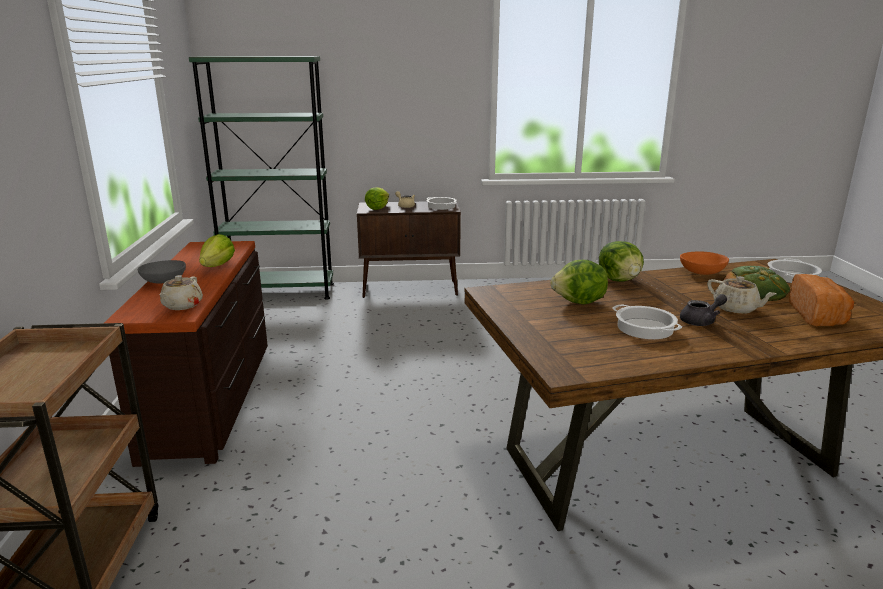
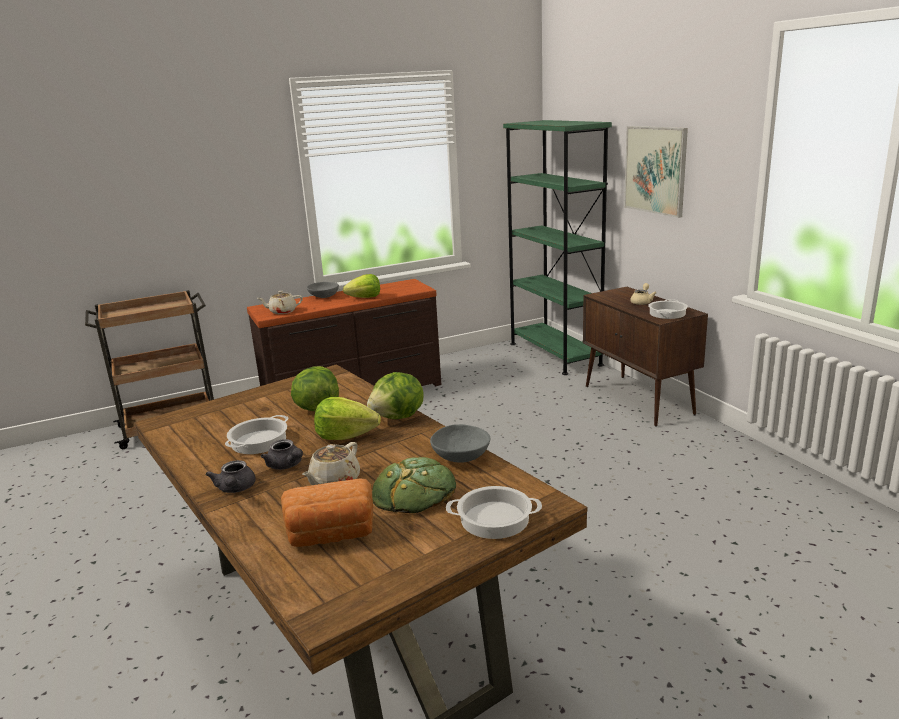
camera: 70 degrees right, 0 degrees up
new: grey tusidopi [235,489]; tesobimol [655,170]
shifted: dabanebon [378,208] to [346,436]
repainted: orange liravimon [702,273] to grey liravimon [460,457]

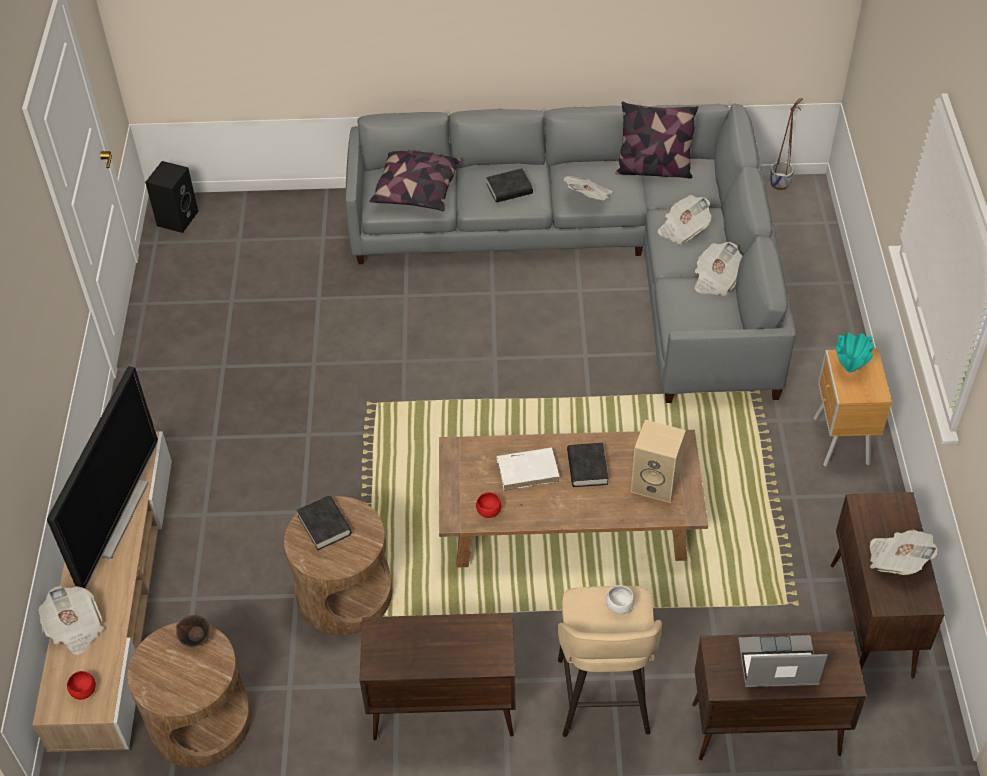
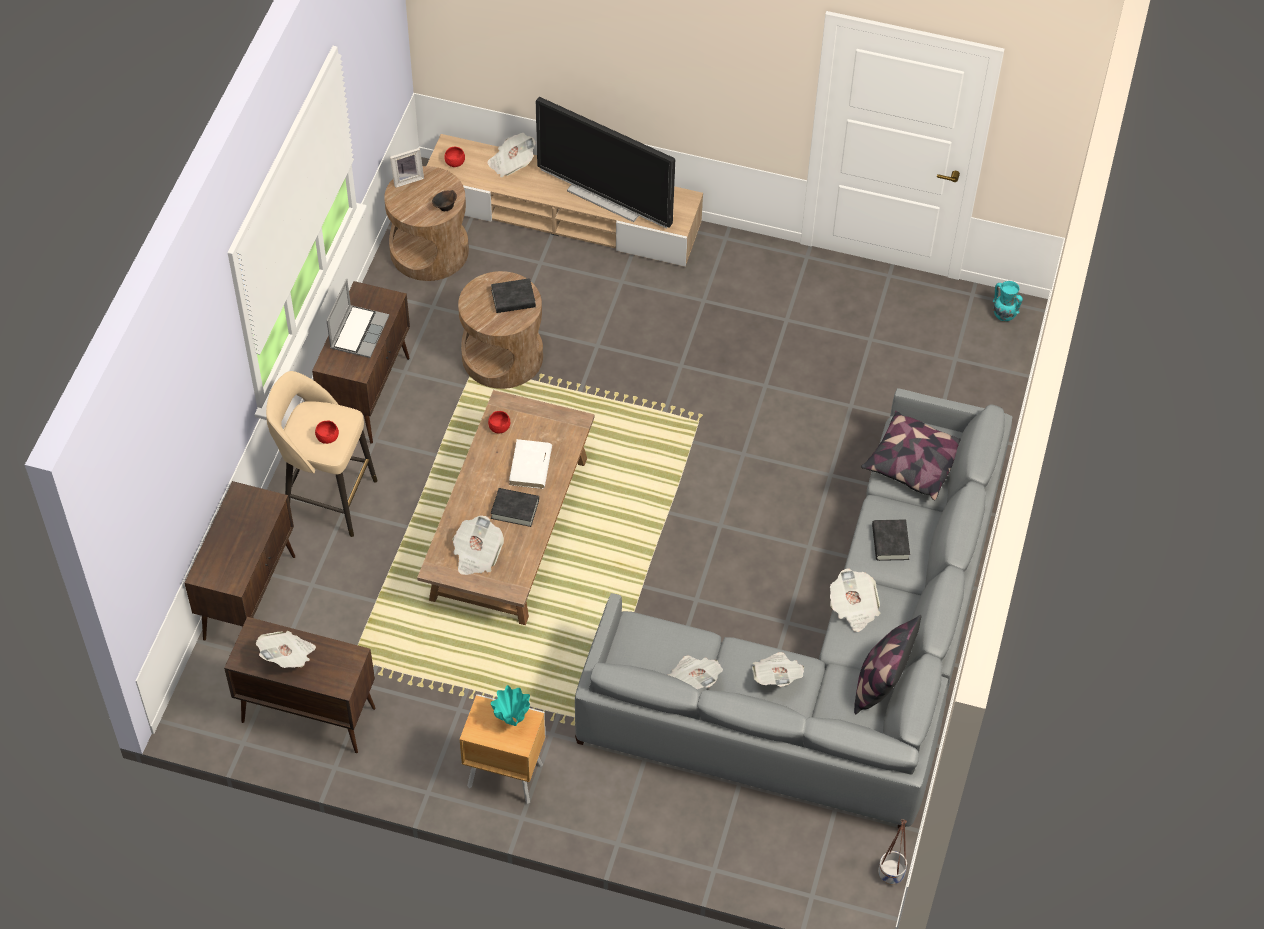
camera: 105 degrees right, 5 degrees up
new: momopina [407,178]
shifted: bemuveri [776,664] to [359,332]
swapped: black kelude [177,218] to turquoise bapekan [1003,316]; beige kelude [656,483] to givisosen [476,555]
repainted: white liravimon [619,606] to red liravimon [327,438]

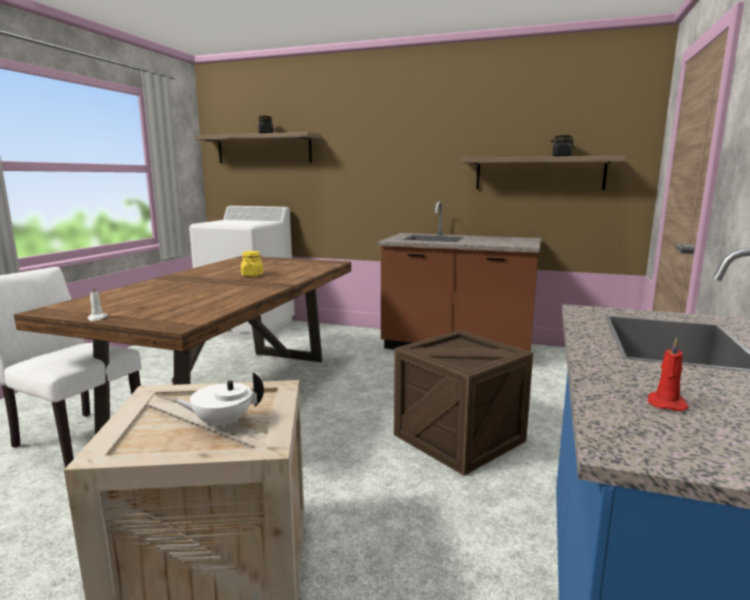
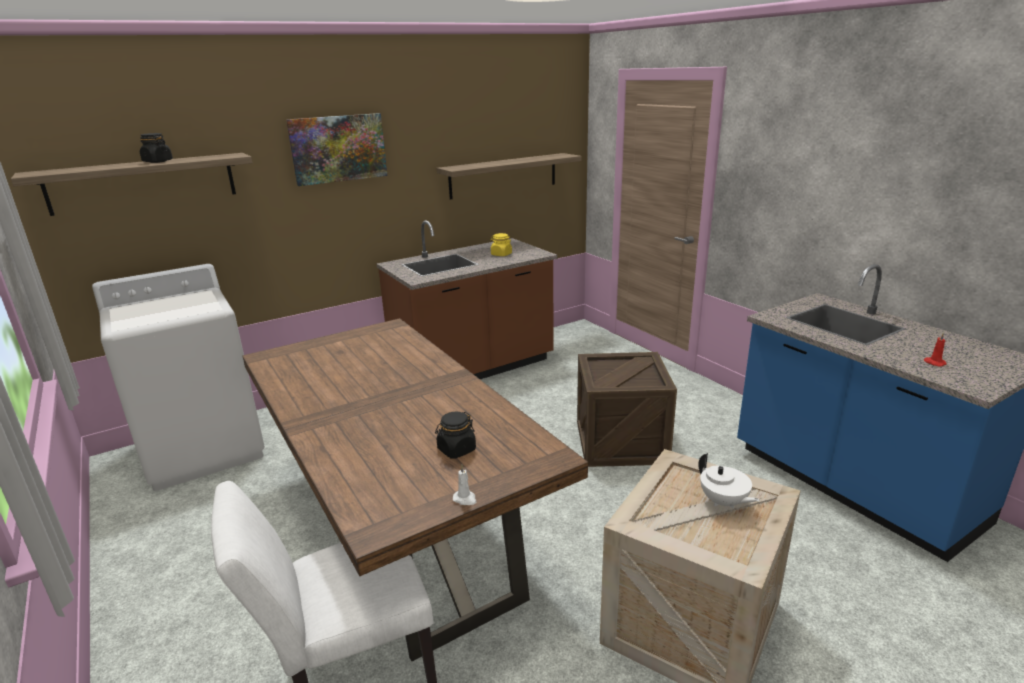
camera: 50 degrees left, 10 degrees up
new: tesobimol [338,148]
shifted: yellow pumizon [252,275] to [501,254]; black pumizon [561,156] to [456,450]
rotated: white tusidopi [222,423] = [723,502] 60 degrees counterclockwise

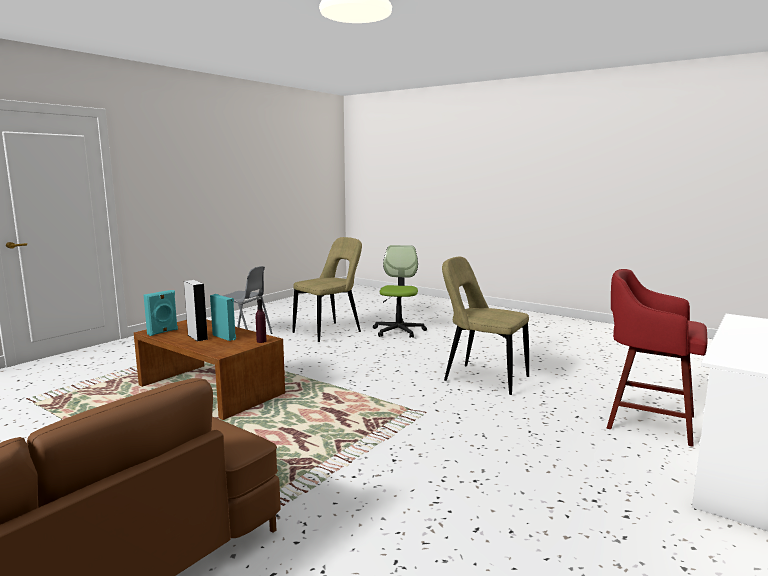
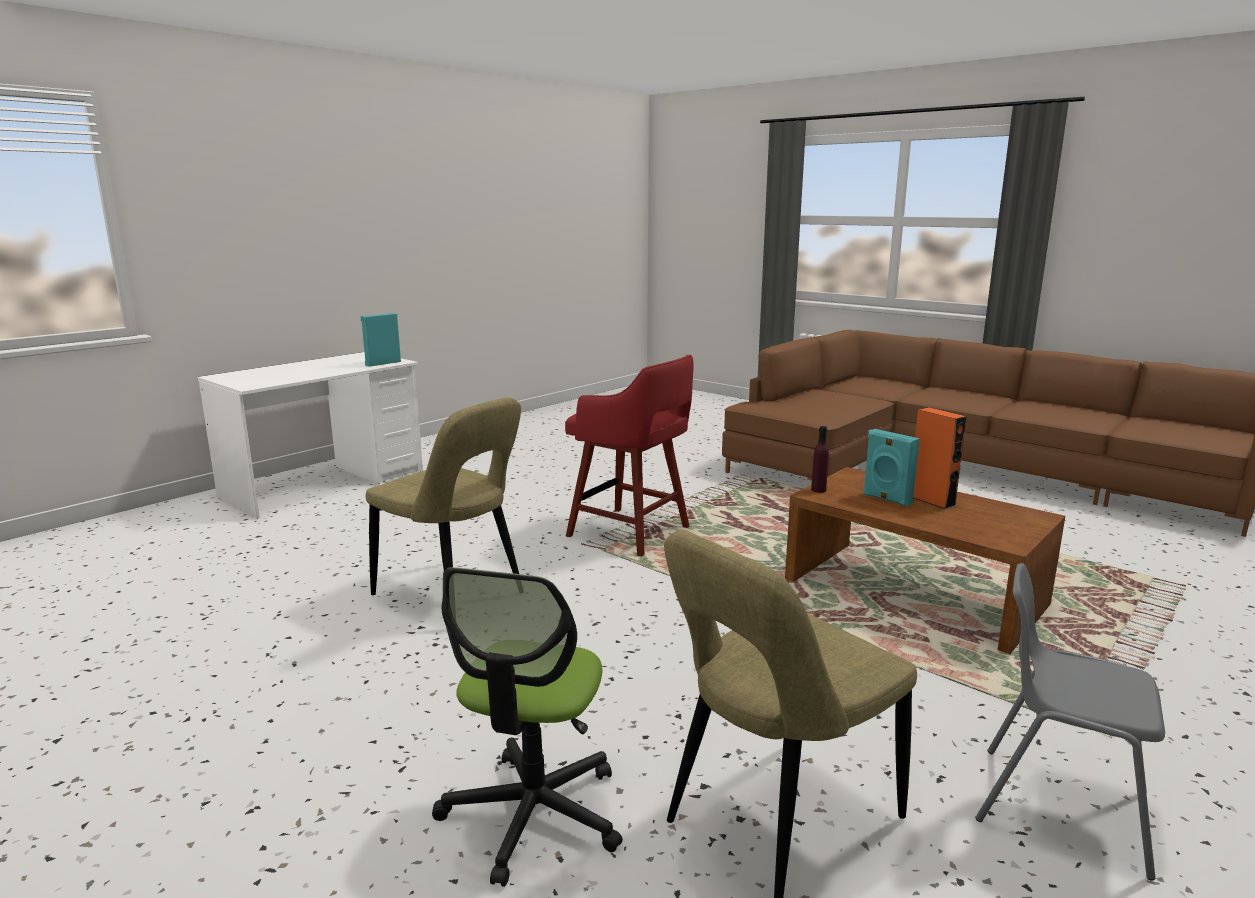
camera: 175 degrees left, 5 degrees up
shifted: turquoise kelude [163,332] to [382,363]; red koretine [647,421] to [632,533]
repainted: grey kelude [197,337] to orange kelude [931,500]

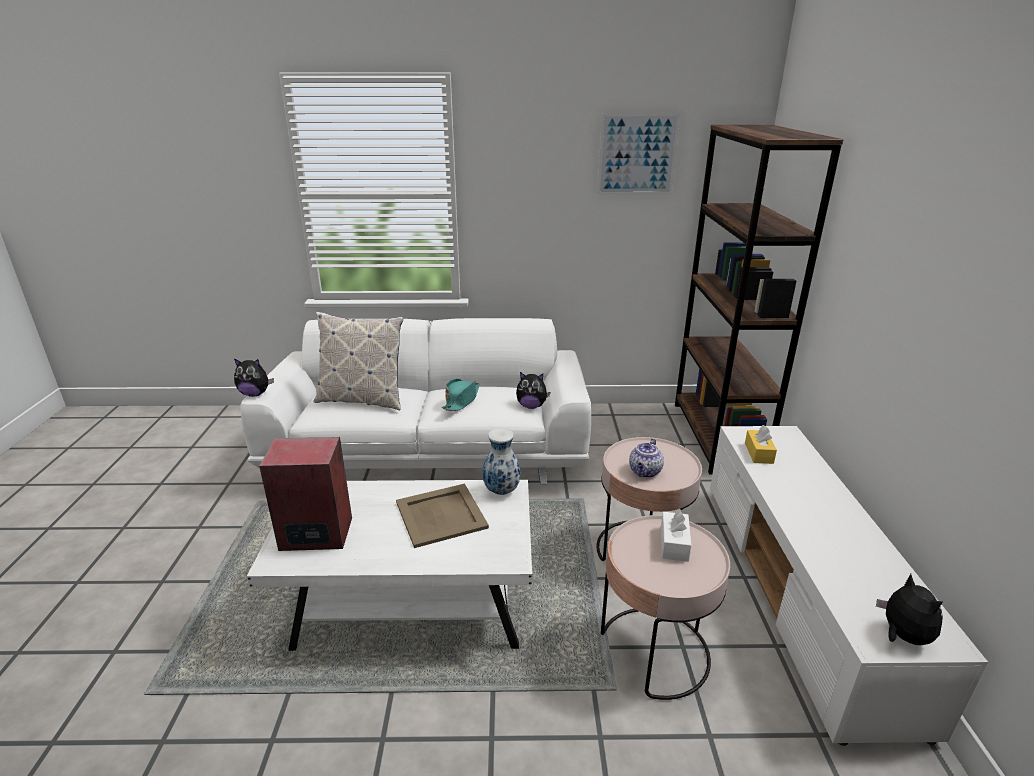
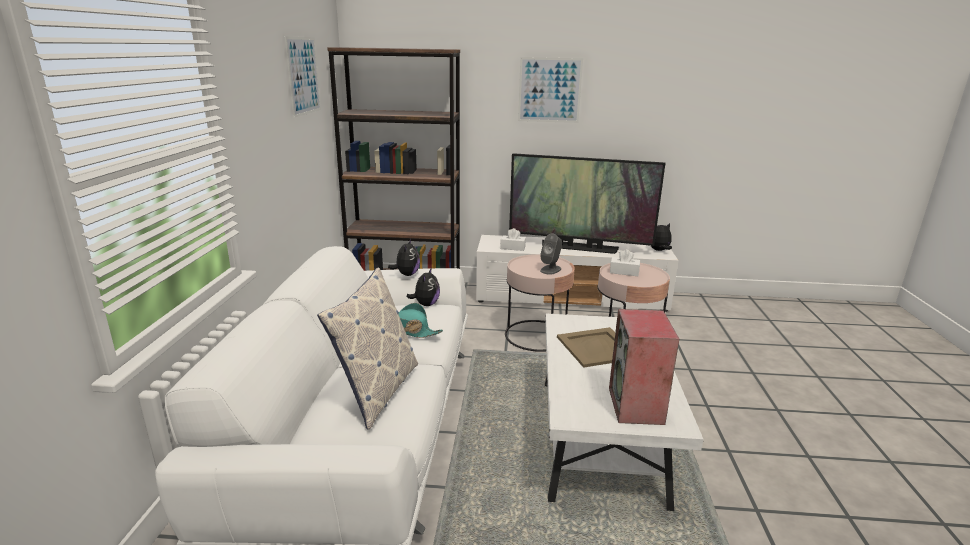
camera: 85 degrees left, 5 degrees down
gone: bapekan [502,491]
new: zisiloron [579,247]; tesobimol [549,90]
shifted: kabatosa [255,394] to [406,274]
swapped: tusidopi [645,472] to grey kelude [550,269]
repainted: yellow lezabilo [758,453] to white lezabilo [512,248]

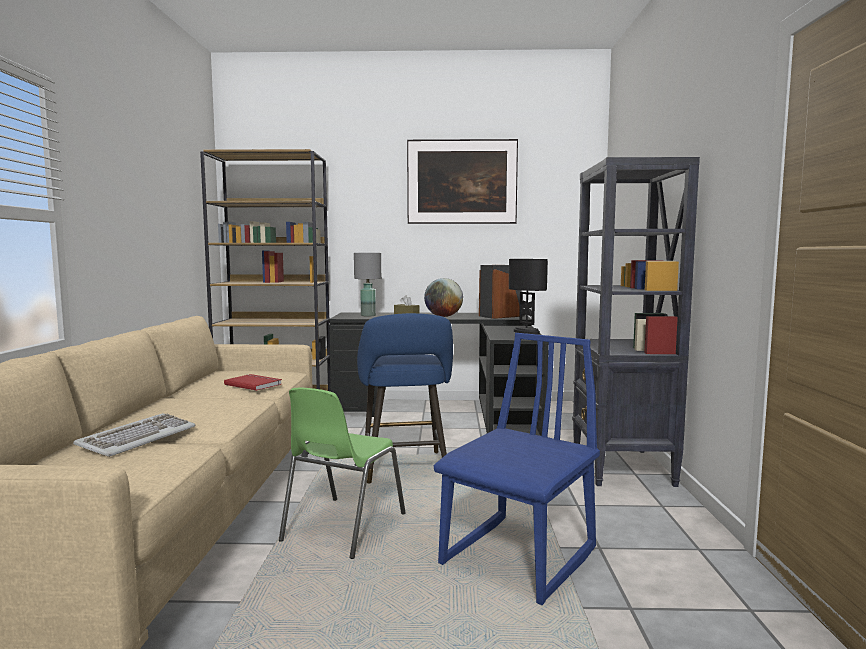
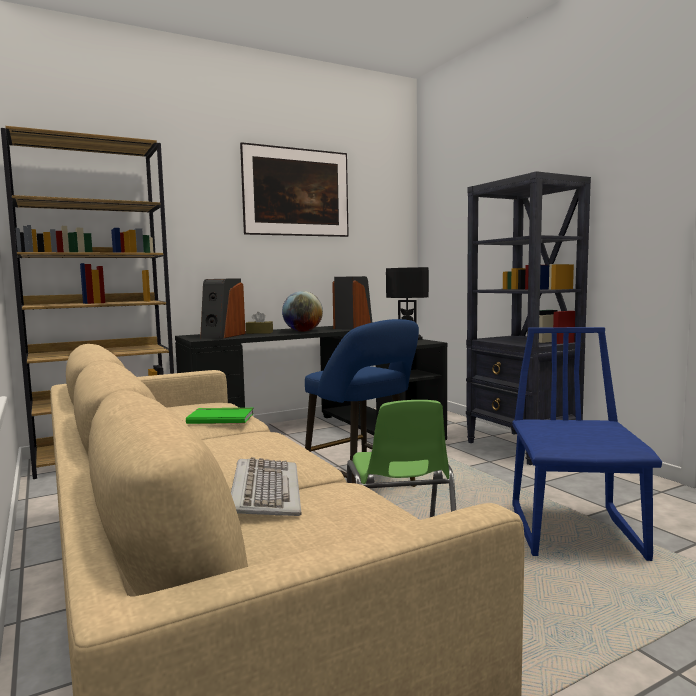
camera: 30 degrees left, 0 degrees up
swapped: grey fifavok [368,315] to kelude [222,336]
repainted: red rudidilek [254,384] to green rudidilek [221,418]

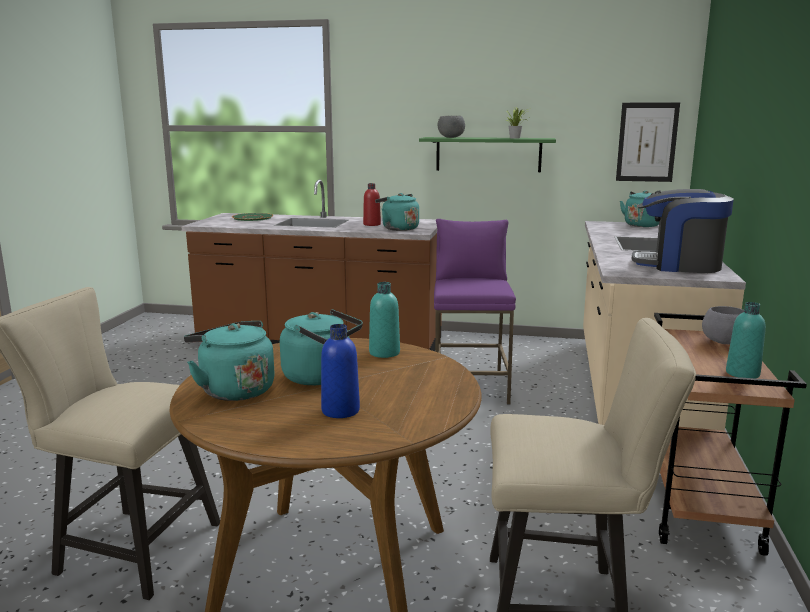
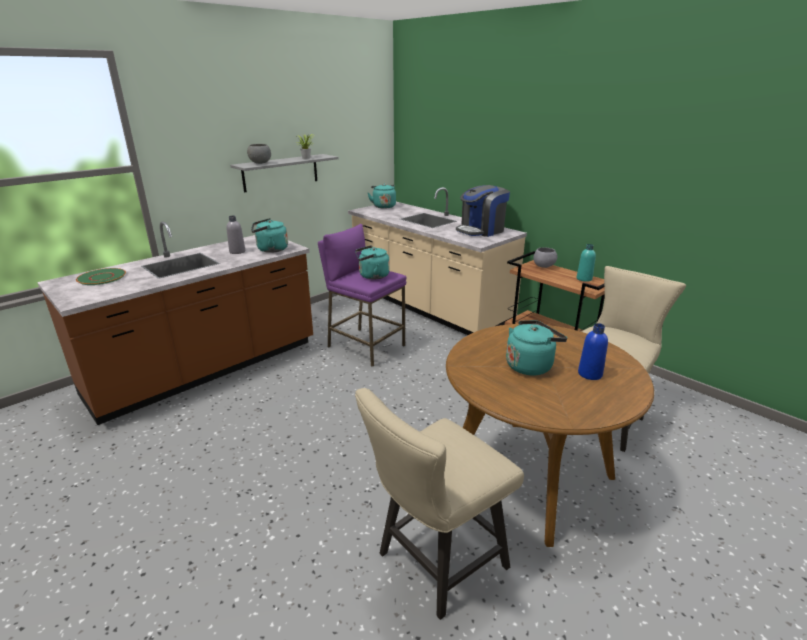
camera: 55 degrees left, 10 degrees up
gone: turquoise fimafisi [384,353]; tesobimol [647,142]
shifted: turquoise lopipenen [234,390] to [372,276]
repainted: red fimafisi [372,224] to grey fimafisi [237,251]; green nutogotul [488,154] to grey nutogotul [280,172]

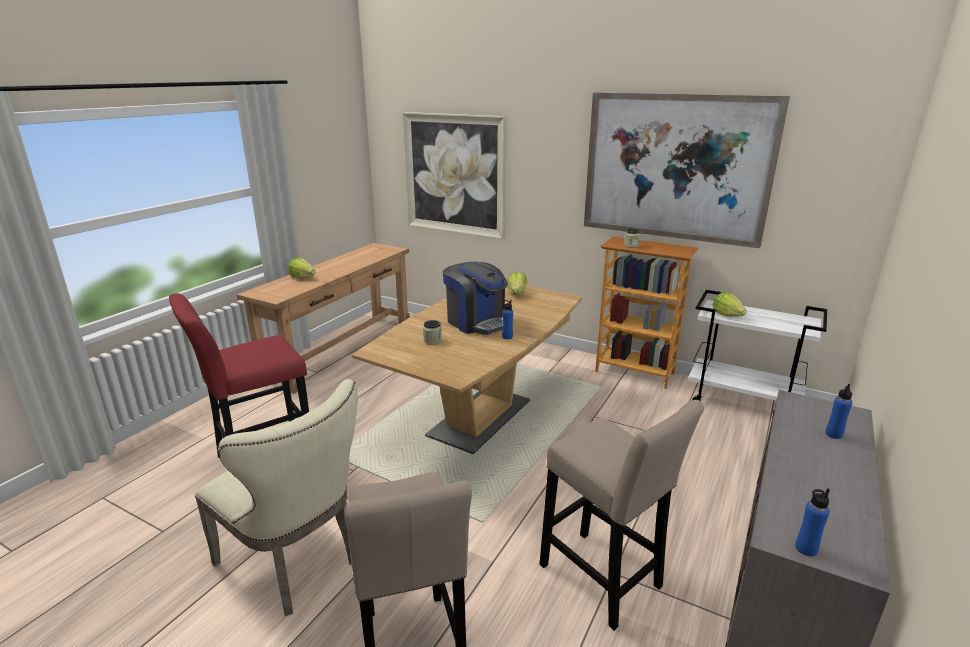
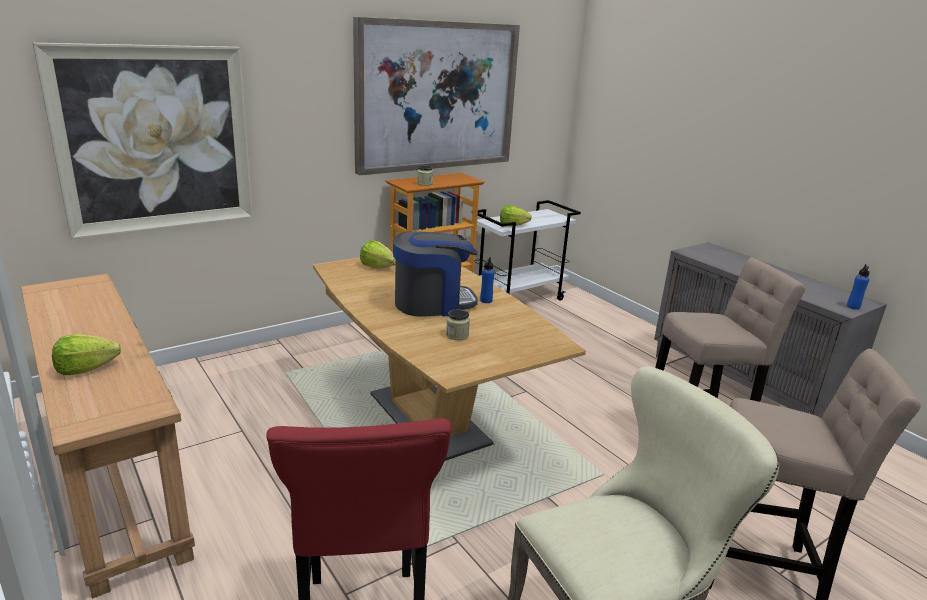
camera: 65 degrees left, 0 degrees up
gone: blue fimafisi [833,434]

